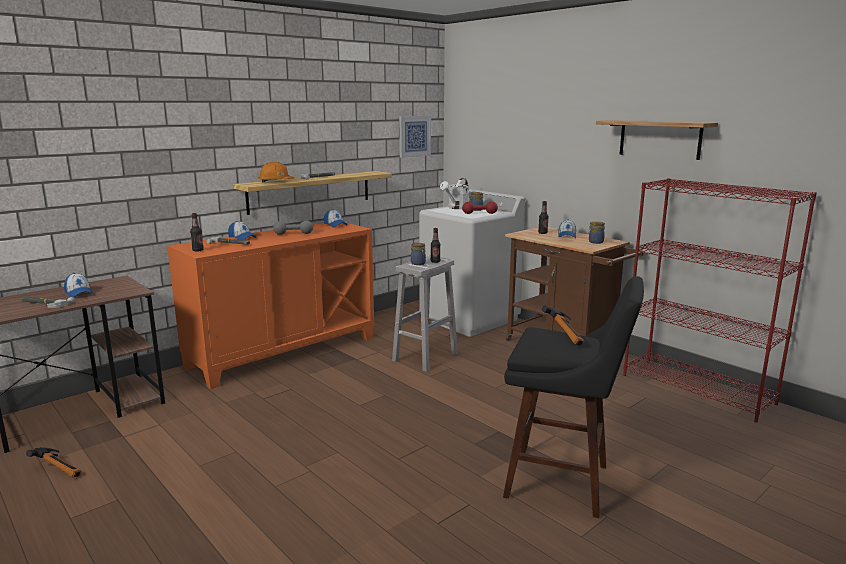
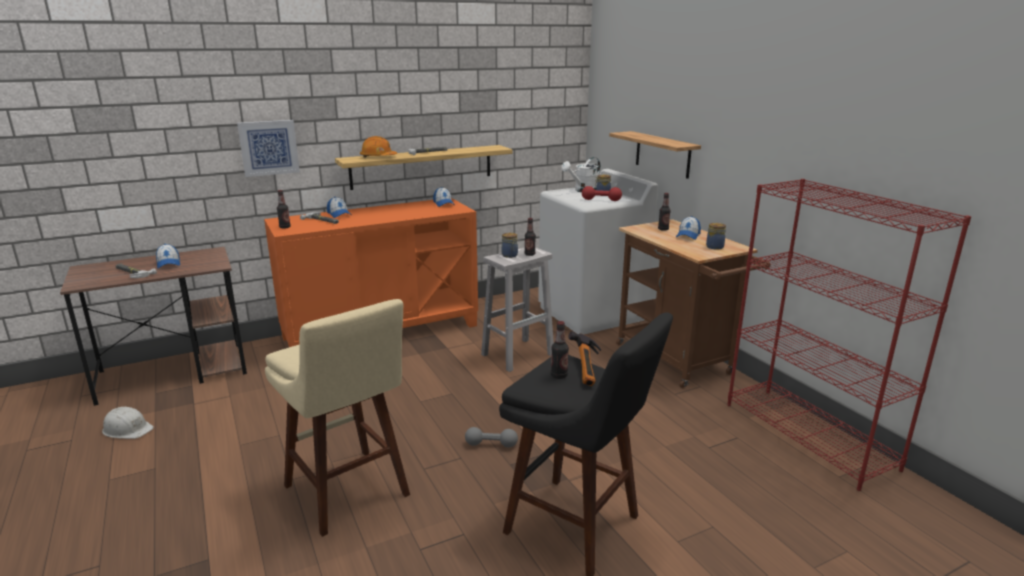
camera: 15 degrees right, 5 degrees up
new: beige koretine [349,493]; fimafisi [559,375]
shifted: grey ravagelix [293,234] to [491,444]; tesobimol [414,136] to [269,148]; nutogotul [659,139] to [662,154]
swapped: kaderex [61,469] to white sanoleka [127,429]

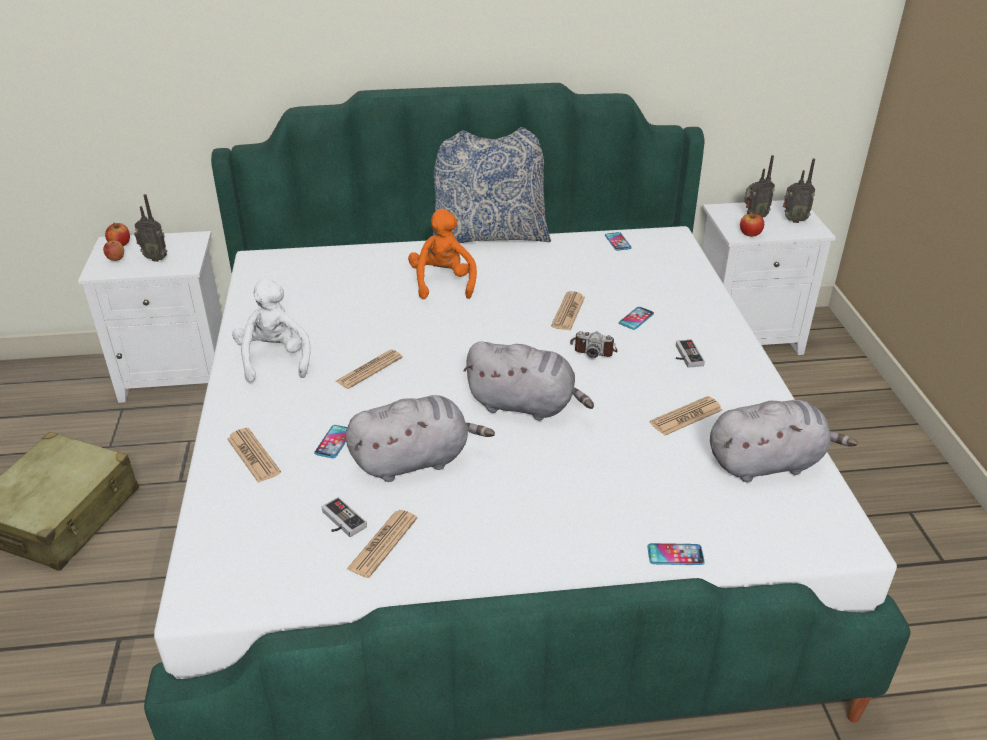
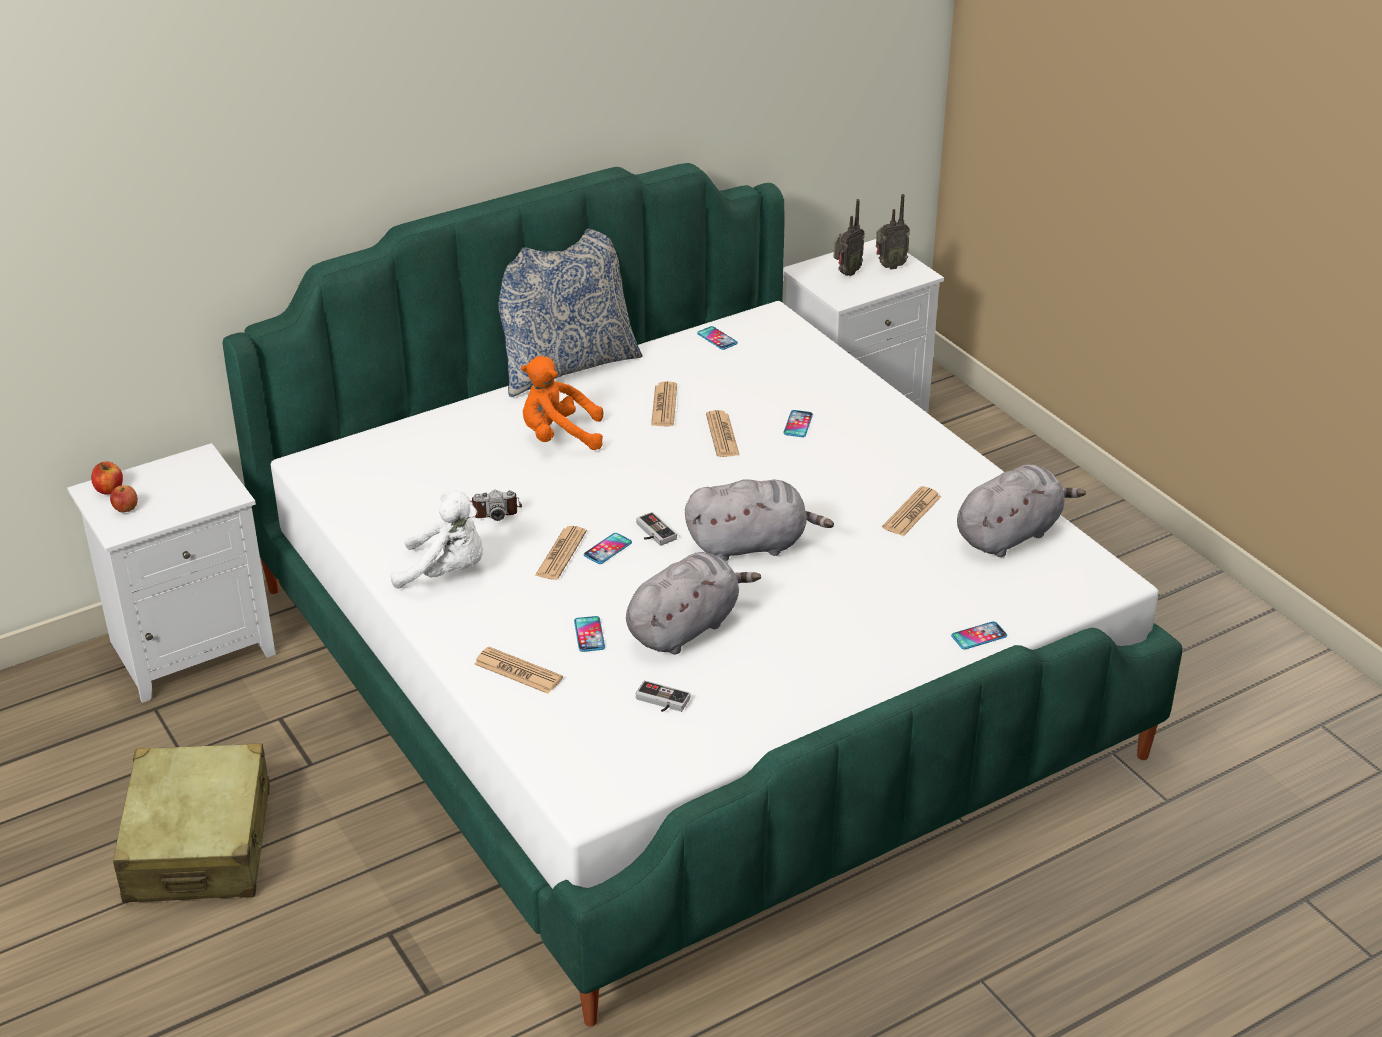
camera: 25 degrees left, 0 degrees up
gone: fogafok [156,258]; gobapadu [750,234]
new: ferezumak [607,549]
shifted: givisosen [383,544] to [664,405]; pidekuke [593,349] to [493,510]; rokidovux [685,356] to [652,533]
rotated: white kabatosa [275,359] = [446,572] 135 degrees clockwise; orange kabatosa [443,283] = [559,437] 60 degrees counterclockwise

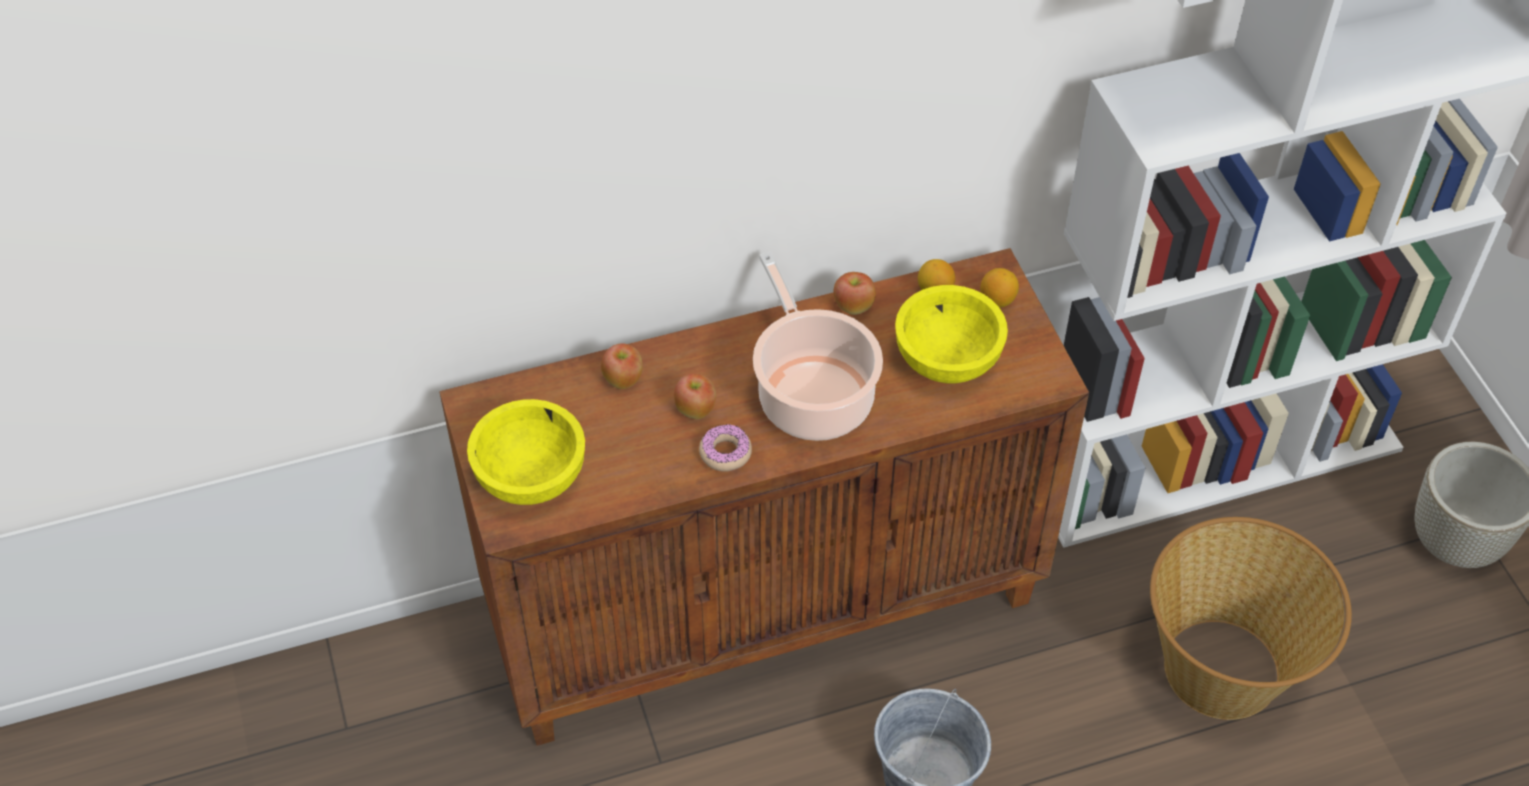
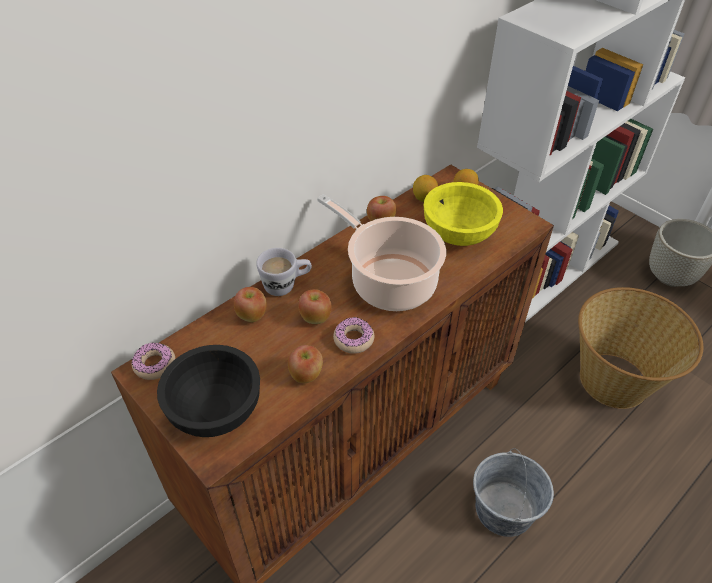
camera: 25 degrees left, 5 degrees down
new: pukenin [154,364]; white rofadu [286,285]; gobapadu [306,375]
repainted: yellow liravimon [531,477] to black liravimon [216,410]

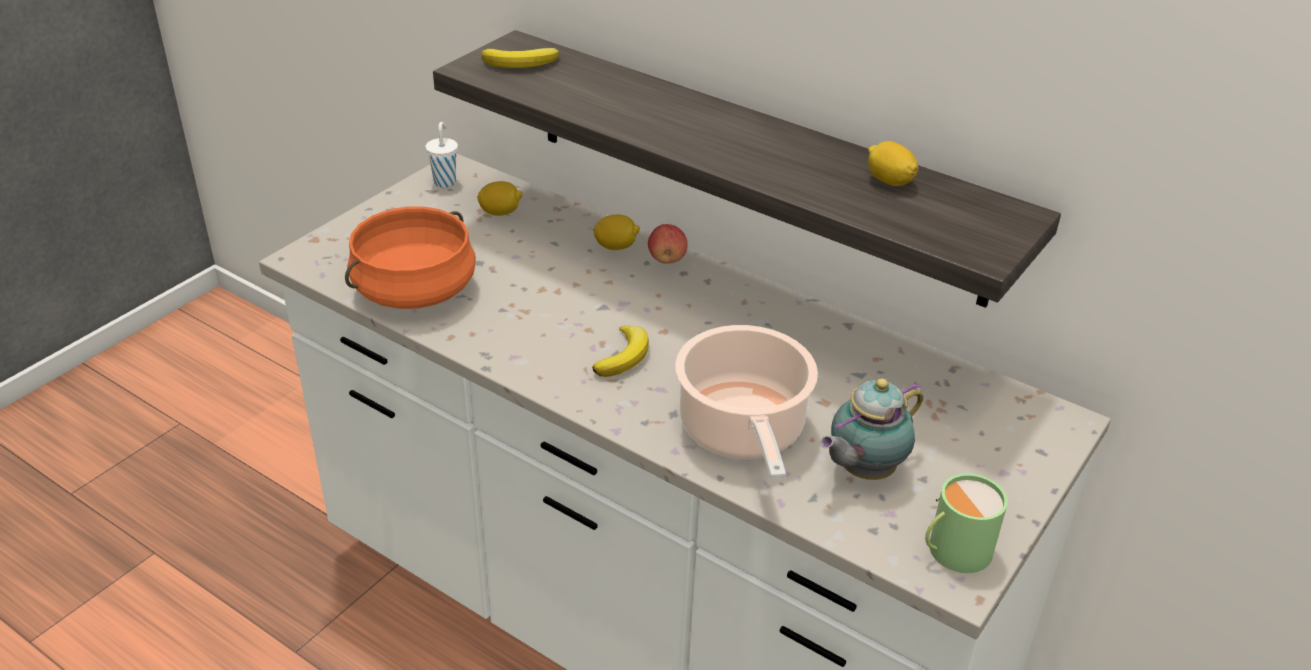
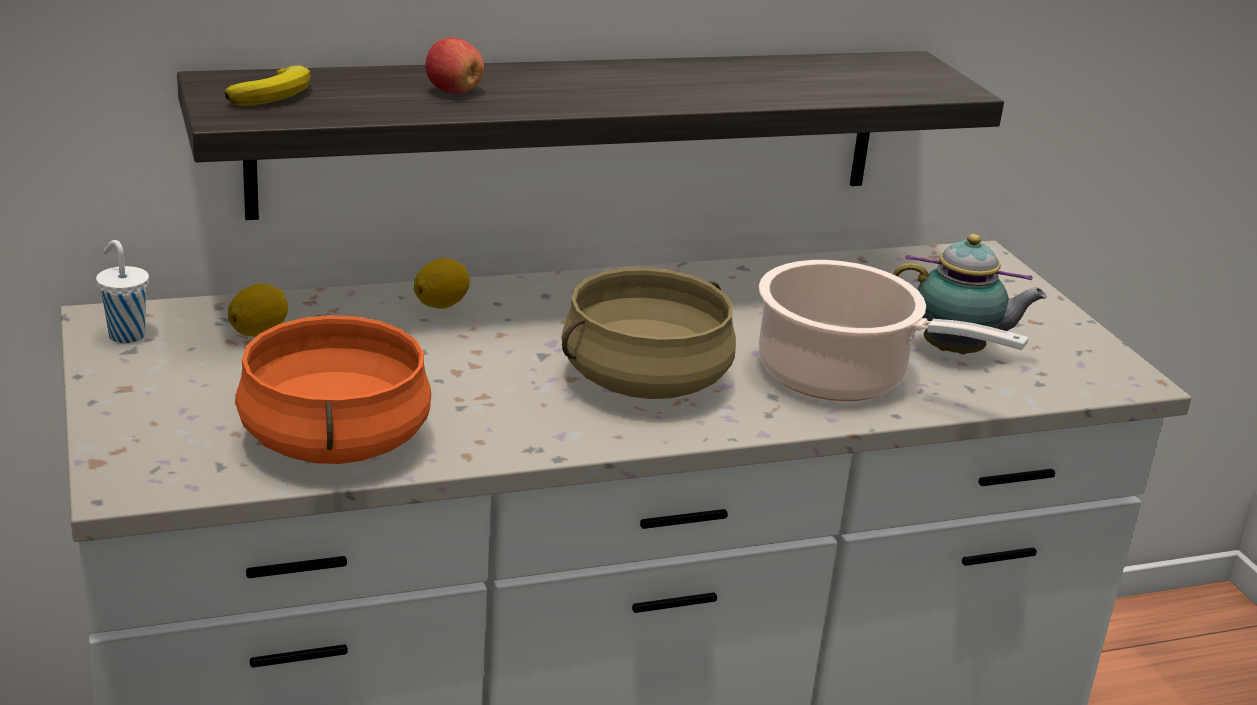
camera: 55 degrees left, 10 degrees down
gone: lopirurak [889,181]; green rofadu [953,550]
shifted: gobapadu [667,259] to [453,91]
swapped: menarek [624,356] to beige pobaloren [644,380]
rotated: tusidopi [862,471] = [957,353] 75 degrees counterclockwise

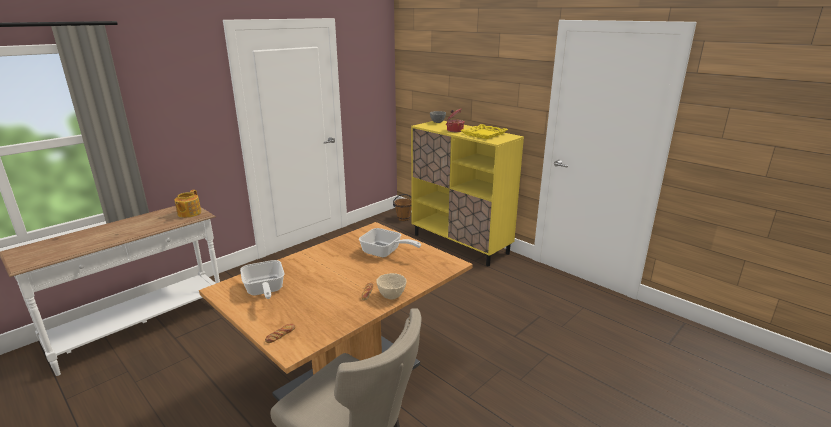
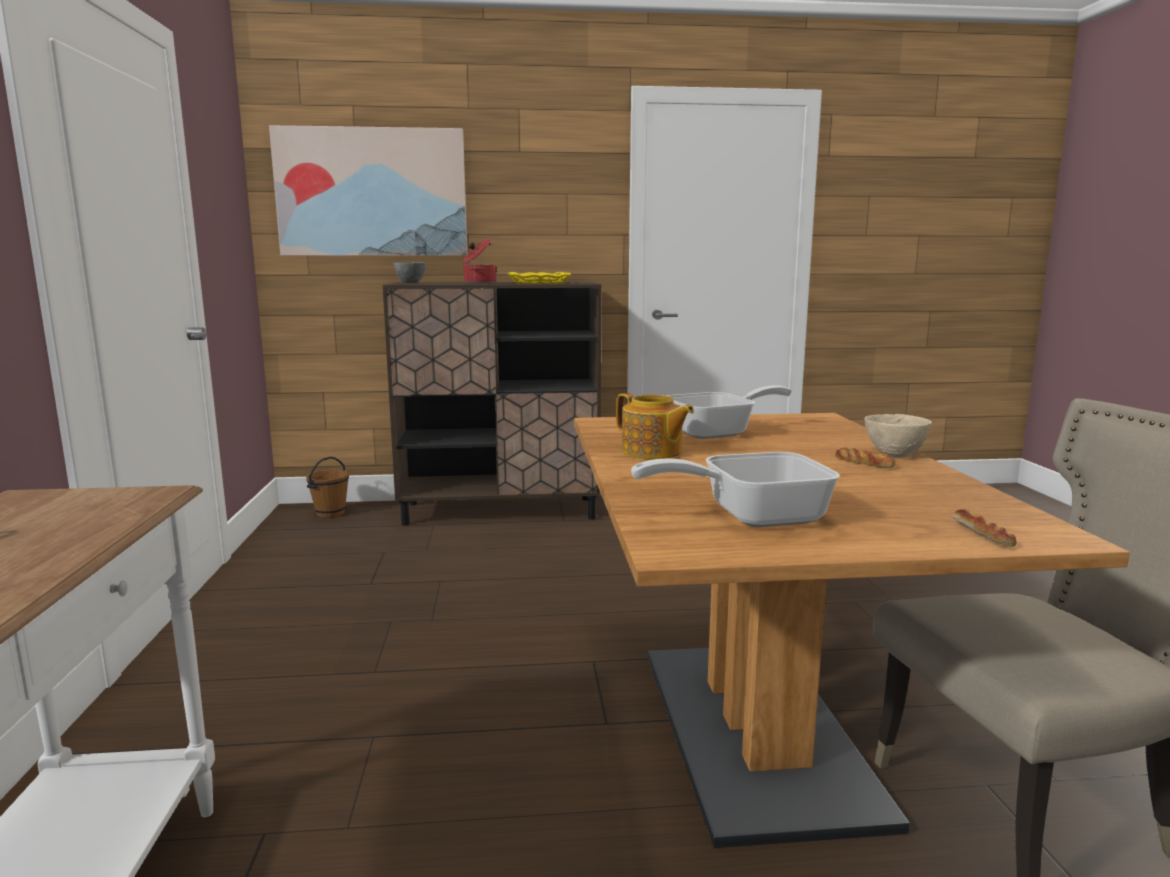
camera: 50 degrees left, 10 degrees down
new: tesobimol [372,193]
shifted: tusidopi [188,213] to [652,452]
repainted: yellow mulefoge [460,244] to brown mulefoge [501,511]
rotated: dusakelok [264,291] = [750,516] 150 degrees clockwise

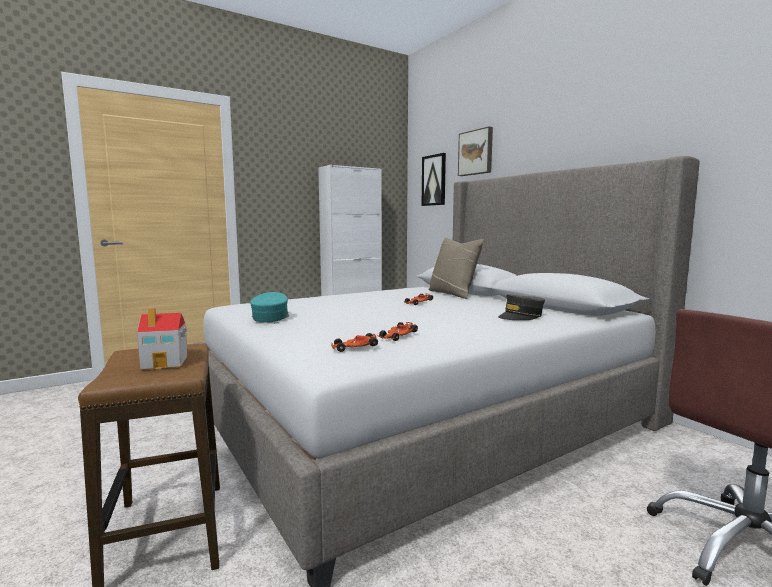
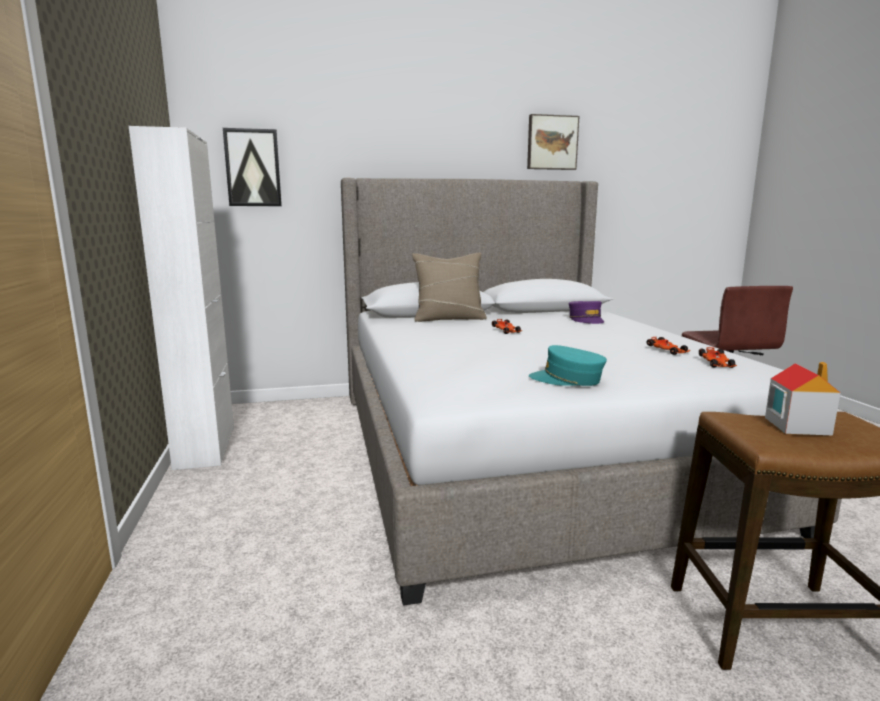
camera: 70 degrees left, 5 degrees up
shifted: tesobimol [476,152] to [551,143]
repainted: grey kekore [521,316] to purple kekore [586,320]

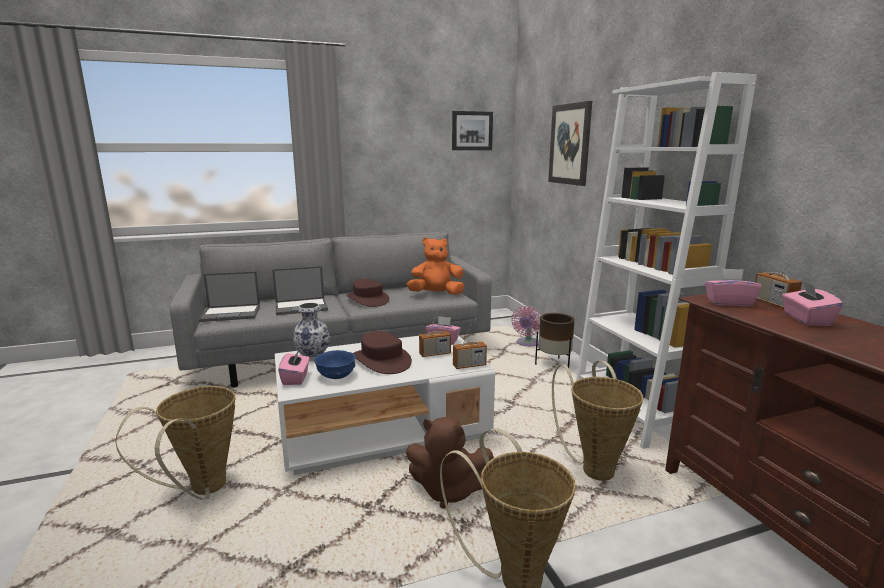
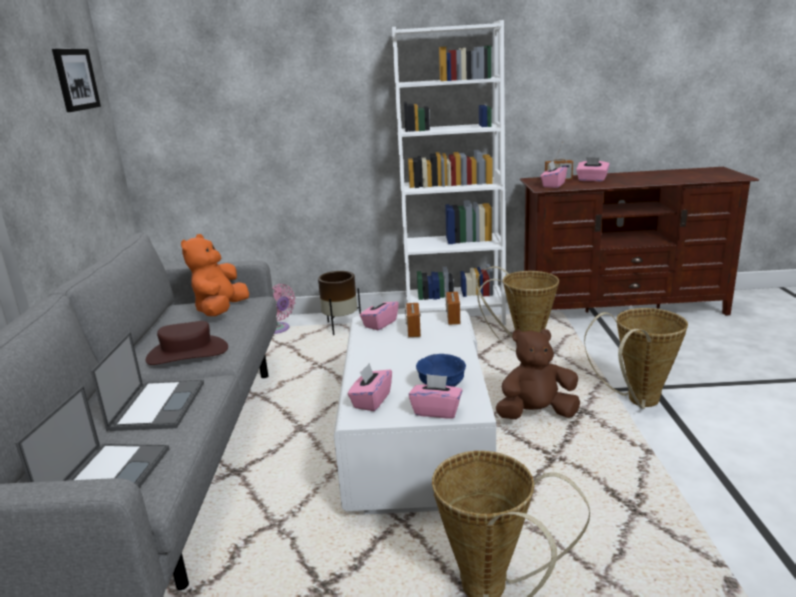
camera: 70 degrees left, 5 degrees up
gone: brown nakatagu [382,360]; tesobimol [570,144]
swapped: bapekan [312,356] to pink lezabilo [371,400]
rotated: brown kabatosa [449,491] = [536,414] 135 degrees counterclockwise

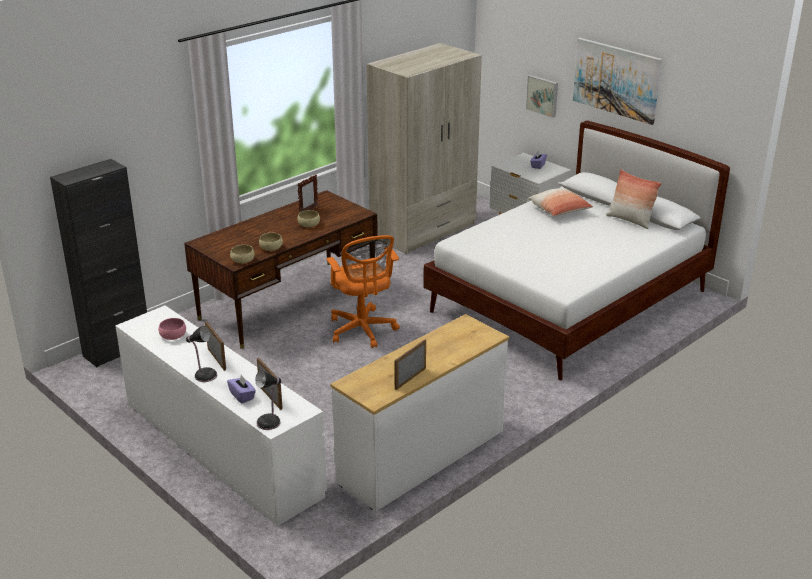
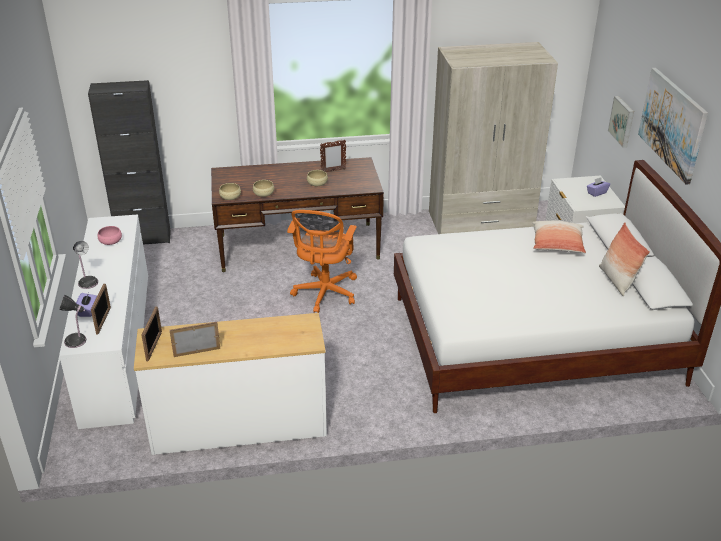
camera: 35 degrees right, 5 degrees up
shifted: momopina [217,359] to [154,346]

